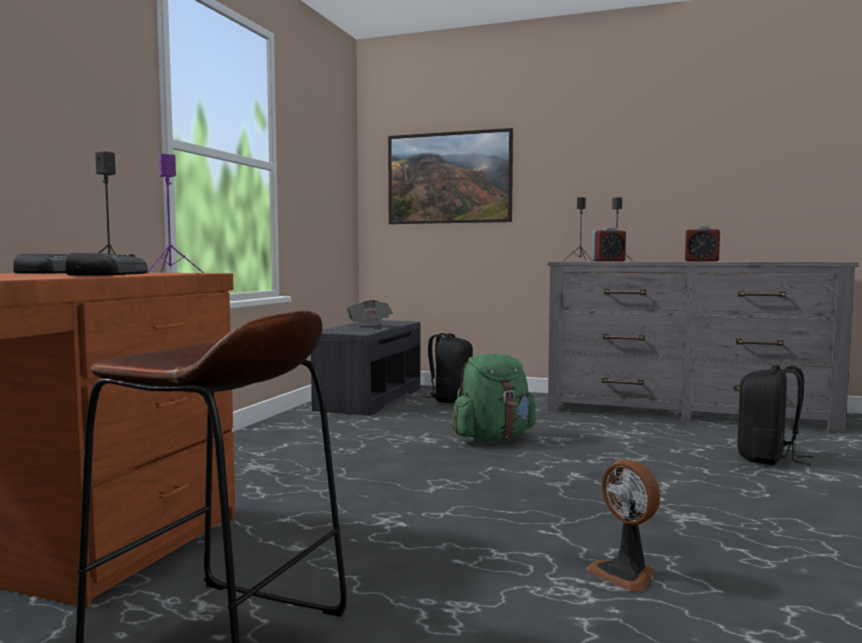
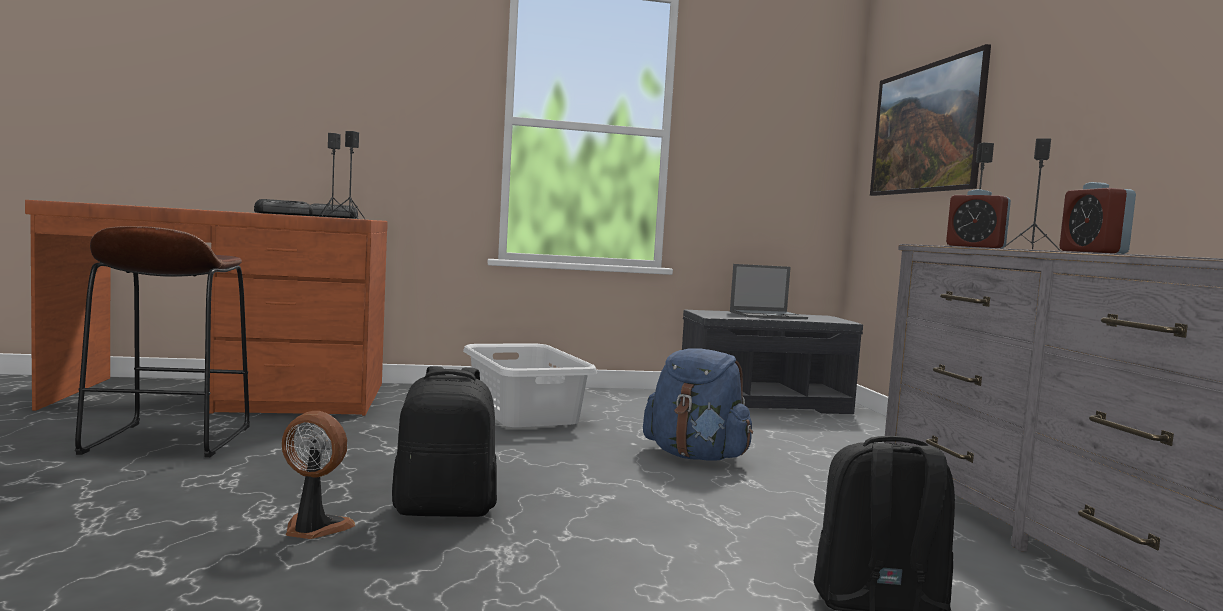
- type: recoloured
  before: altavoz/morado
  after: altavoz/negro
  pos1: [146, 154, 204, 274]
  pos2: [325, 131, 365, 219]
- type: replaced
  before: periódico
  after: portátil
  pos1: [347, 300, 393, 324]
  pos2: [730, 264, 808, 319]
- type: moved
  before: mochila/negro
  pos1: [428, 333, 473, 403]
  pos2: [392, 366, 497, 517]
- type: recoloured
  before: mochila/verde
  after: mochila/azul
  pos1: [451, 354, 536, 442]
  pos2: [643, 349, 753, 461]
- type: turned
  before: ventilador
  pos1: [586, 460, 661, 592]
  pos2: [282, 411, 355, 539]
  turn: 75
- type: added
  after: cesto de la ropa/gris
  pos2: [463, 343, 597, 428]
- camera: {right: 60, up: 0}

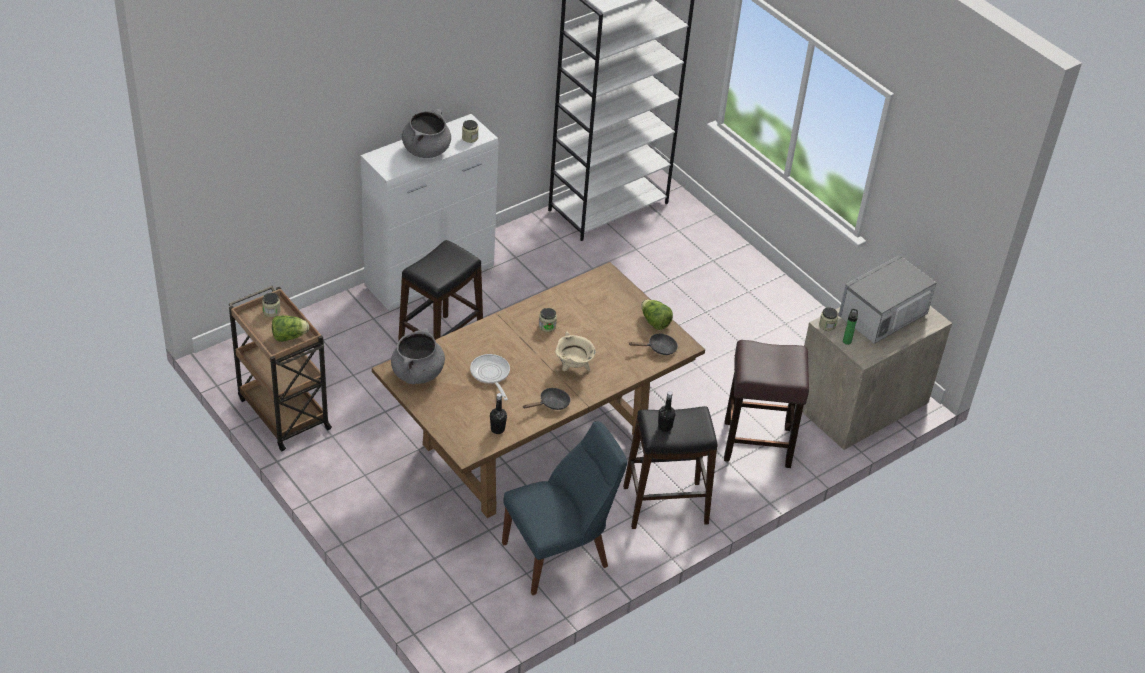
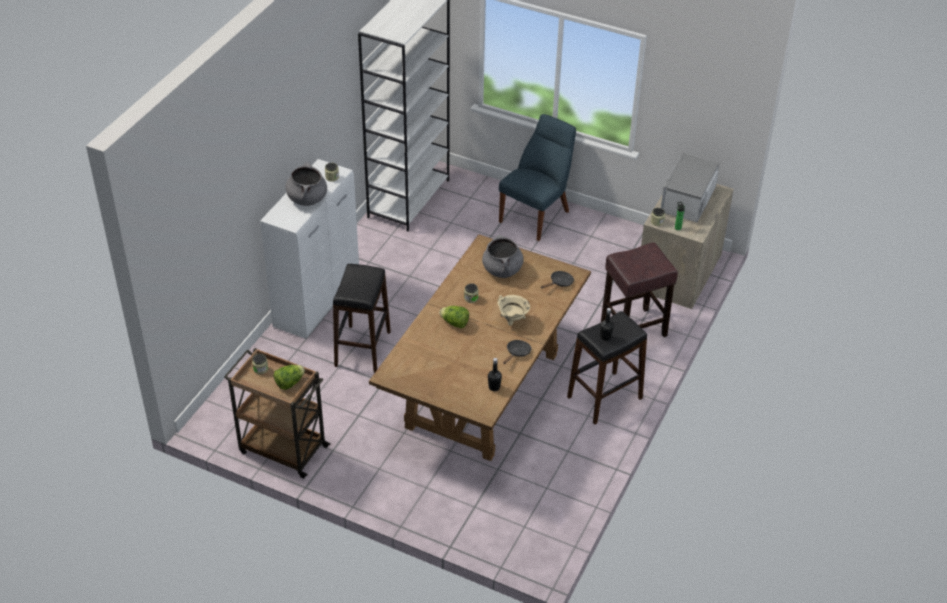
- type: moved
  before: olla/gris
  pos1: [391, 328, 445, 384]
  pos2: [482, 235, 524, 278]
- type: removed
  before: sartén
  pos1: [470, 354, 510, 401]
- type: moved
  before: silla/azul
  pos1: [502, 421, 627, 595]
  pos2: [499, 114, 576, 241]
- type: moved
  before: lechuga
  pos1: [641, 299, 673, 330]
  pos2: [439, 306, 469, 329]
- camera: {right: -25, up: 0}

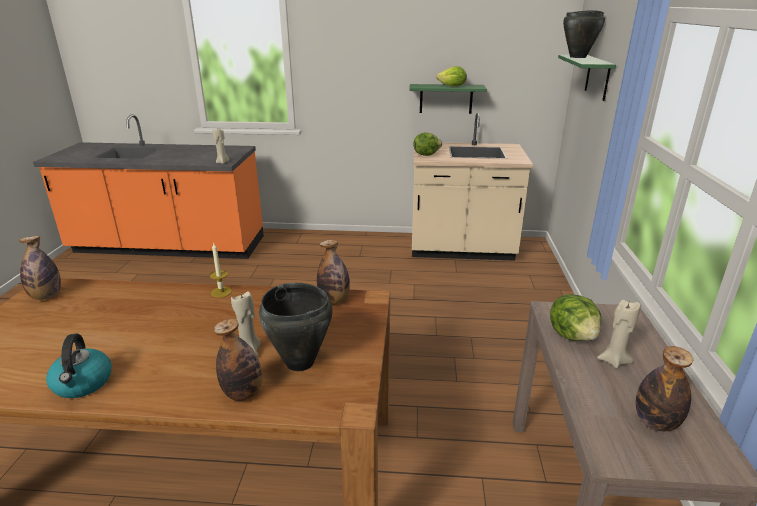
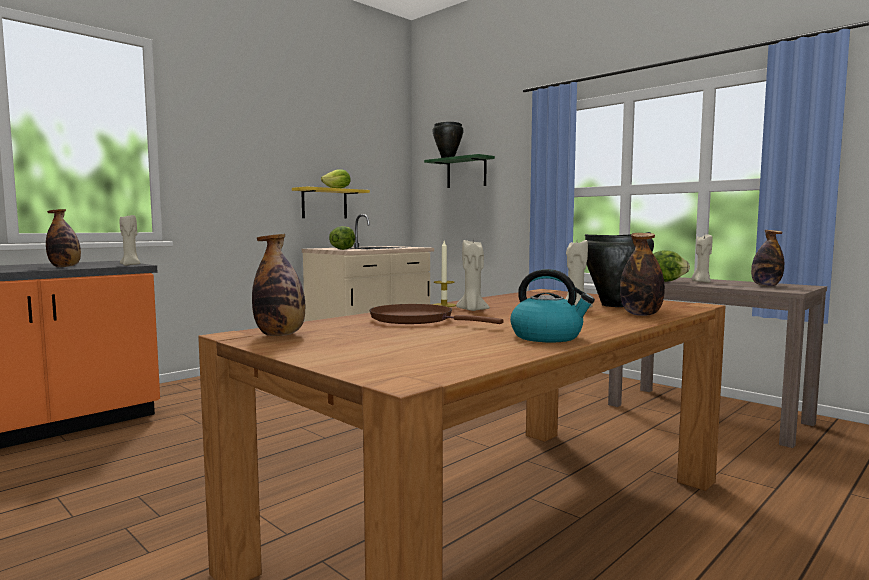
- type: moved
  before: botella
  pos1: [317, 240, 350, 304]
  pos2: [46, 209, 81, 267]
- type: recoloured
  before: estante/verde
  after: estante/amarillo
  pos1: [409, 84, 487, 114]
  pos2: [292, 187, 370, 219]
- type: added
  after: sartén/marrón
  pos2: [369, 304, 503, 324]
- type: added
  after: vela/beis
  pos2: [456, 240, 490, 311]
- camera: {right: -50, up: -20}

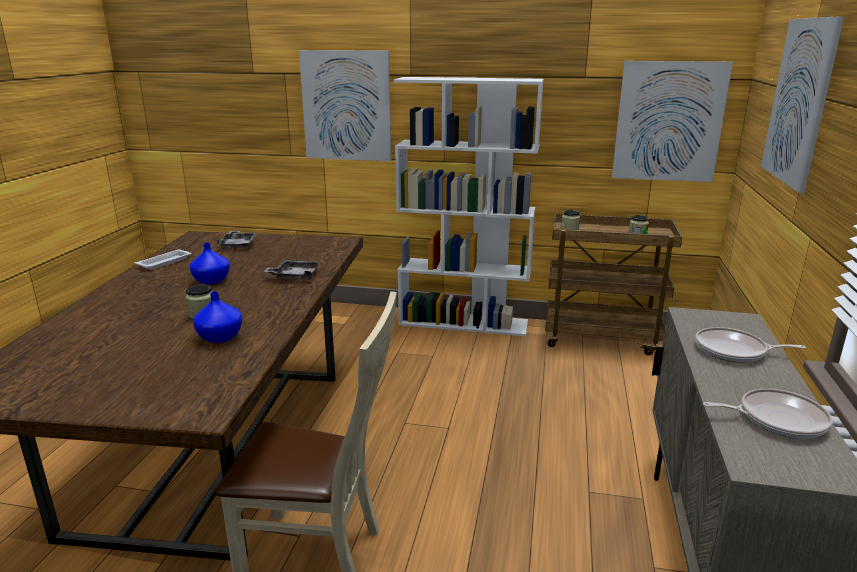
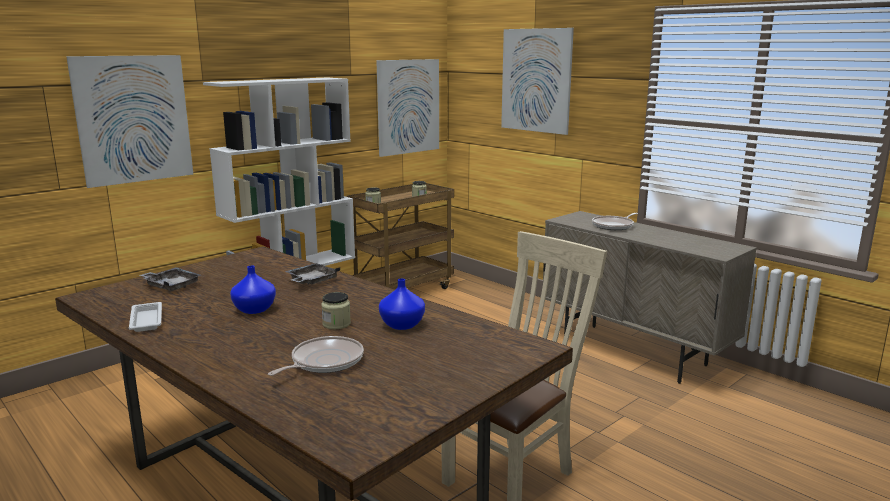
- type: moved
  before: sartén
  pos1: [703, 388, 833, 438]
  pos2: [268, 336, 364, 376]
- camera: {right: -55, up: -5}

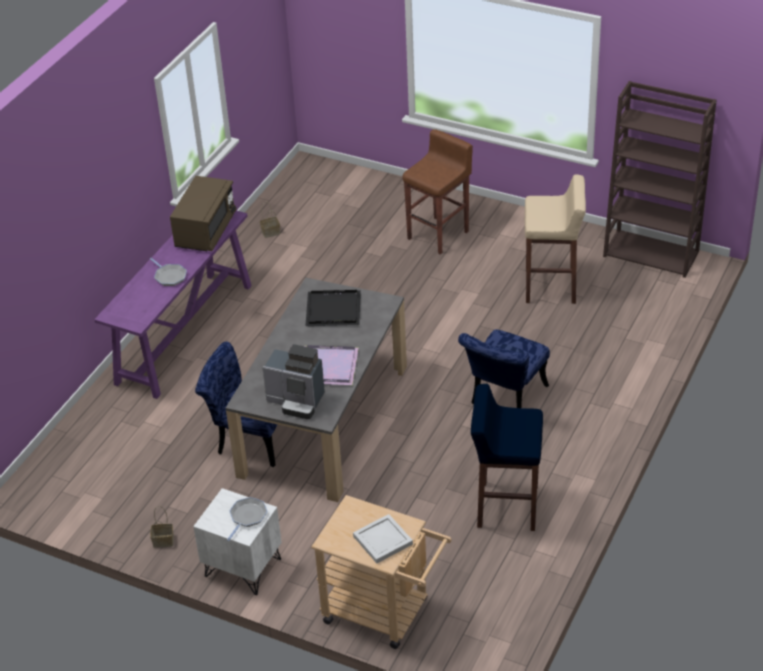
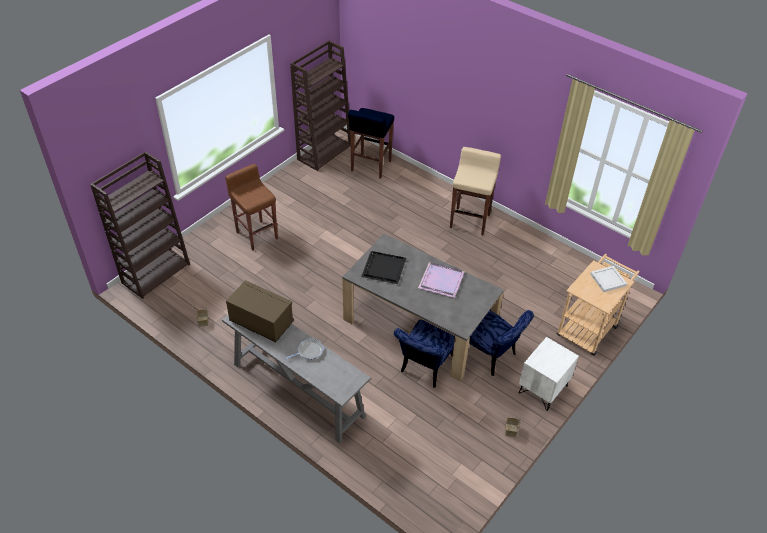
- type: recoloured
  before: mesa consola/morado
  after: mesa consola/gris
  pos1: [94, 210, 252, 399]
  pos2: [222, 315, 371, 443]
- type: removed
  before: sartén
  pos1: [227, 497, 268, 541]
- type: removed
  before: cafetera
  pos1: [262, 344, 325, 419]
- type: moved
  before: silla/azul
  pos1: [458, 329, 550, 408]
  pos2: [469, 310, 534, 376]
- type: moved
  before: taburete/azul
  pos1: [471, 384, 543, 531]
  pos2: [348, 108, 394, 179]
- type: moved
  before: taburete/beis
  pos1: [525, 174, 586, 304]
  pos2: [450, 147, 501, 235]
- type: added
  after: estantería/marrón
  pos2: [90, 151, 190, 299]
- camera: {right: -80, up: 5}

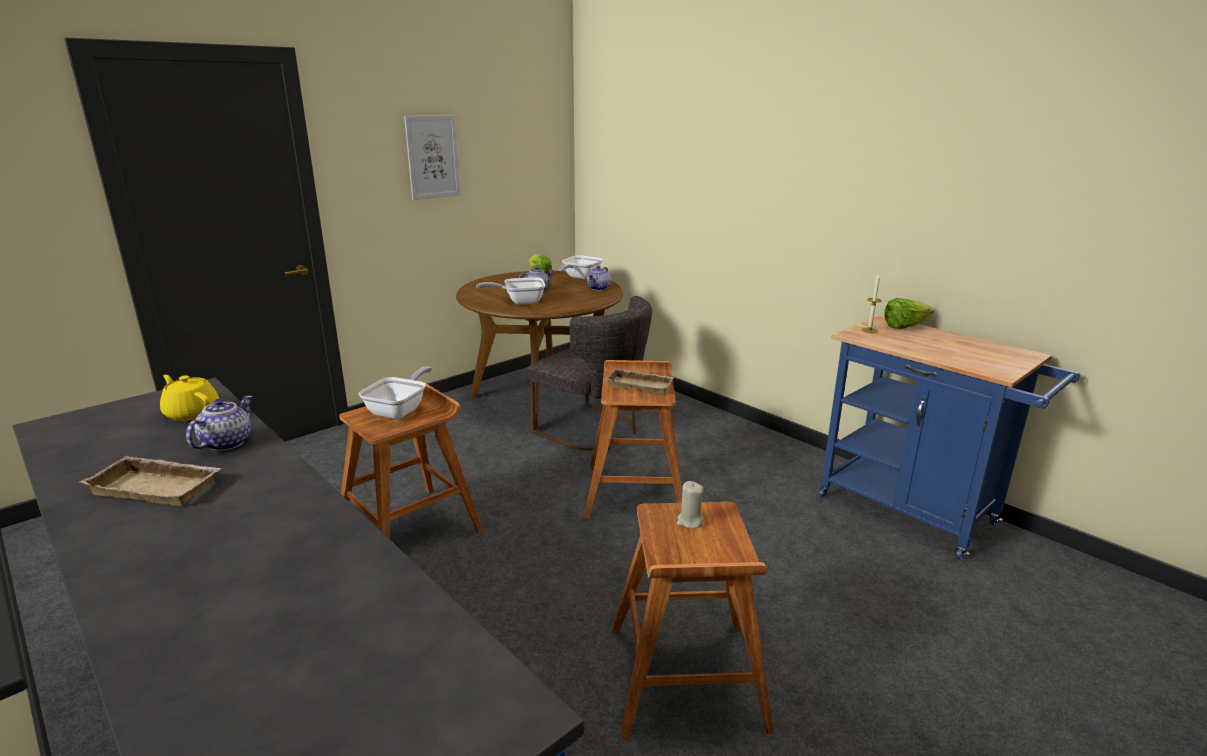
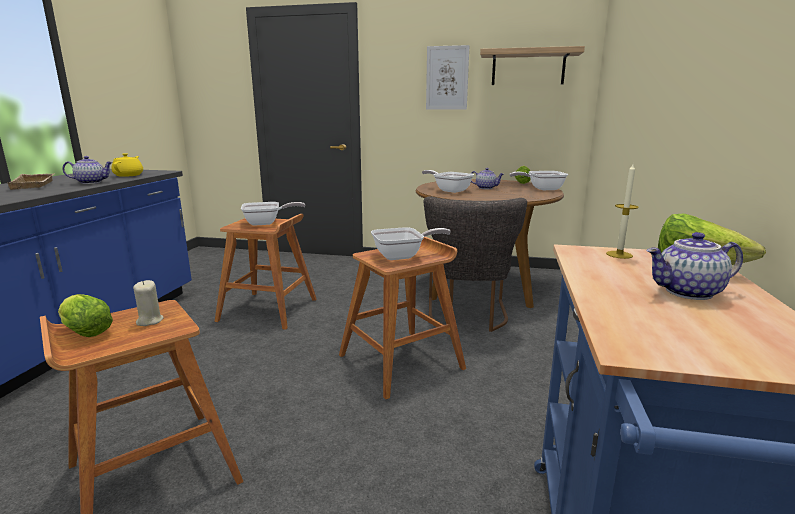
- type: moved
  before: tetera
  pos1: [587, 266, 611, 291]
  pos2: [646, 232, 743, 300]
- type: replaced
  before: bandeja/beis
  after: sartén
  pos1: [605, 368, 674, 395]
  pos2: [371, 227, 451, 260]
- type: added
  after: lechuga
  pos2: [58, 294, 113, 337]
- type: added
  after: estante
  pos2: [480, 46, 585, 85]
- camera: {right: 55, up: -5}

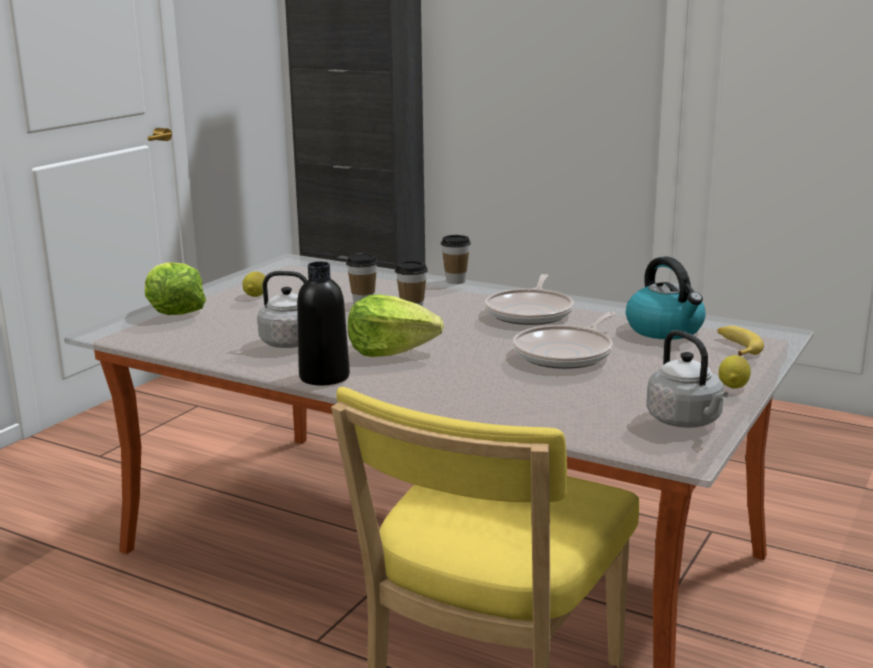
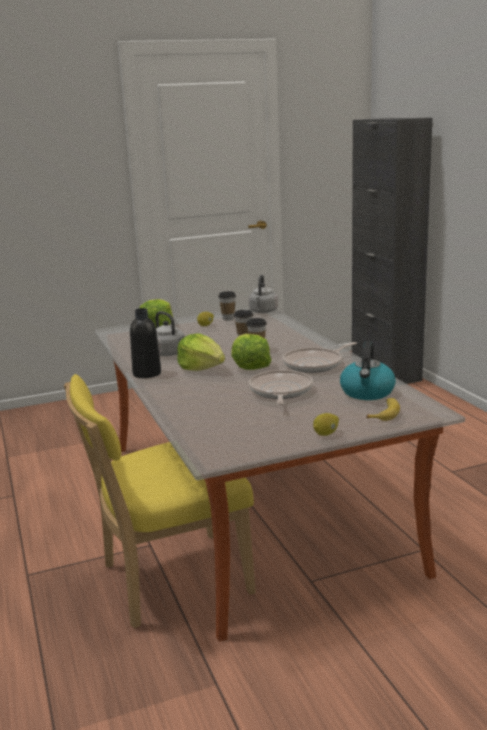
- type: moved
  before: taza
  pos1: [441, 235, 471, 284]
  pos2: [218, 291, 236, 321]
- type: turned
  before: sartén
  pos1: [513, 312, 616, 369]
  pos2: [249, 370, 313, 404]
  turn: 105
- type: moved
  before: hervidor/gris
  pos1: [646, 330, 728, 428]
  pos2: [249, 275, 278, 313]
- type: added
  after: lechuga
  pos2: [231, 334, 271, 370]
- camera: {right: 40, up: 0}

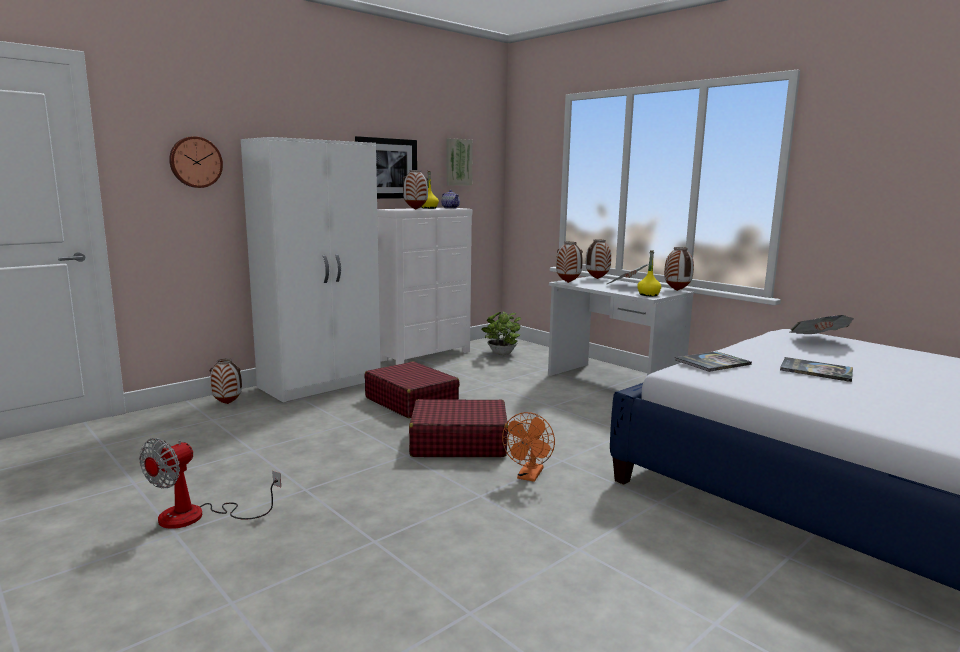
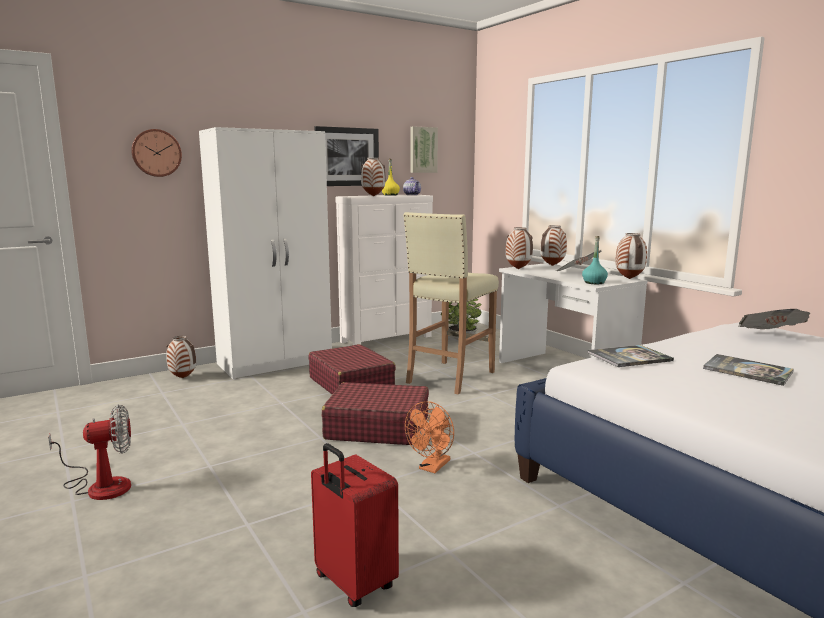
- type: turned
  before: ventilador
  pos1: [139, 438, 281, 529]
  pos2: [48, 405, 131, 500]
  turn: -150
- type: recoloured
  before: botella/amarillo
  after: botella/turquesa
  pos1: [637, 250, 661, 296]
  pos2: [582, 236, 608, 284]
- type: added
  after: maleta/rojo
  pos2: [311, 443, 399, 607]
- type: added
  after: taburete/beis
  pos2: [403, 212, 499, 395]
- camera: {right: 10, up: 0}

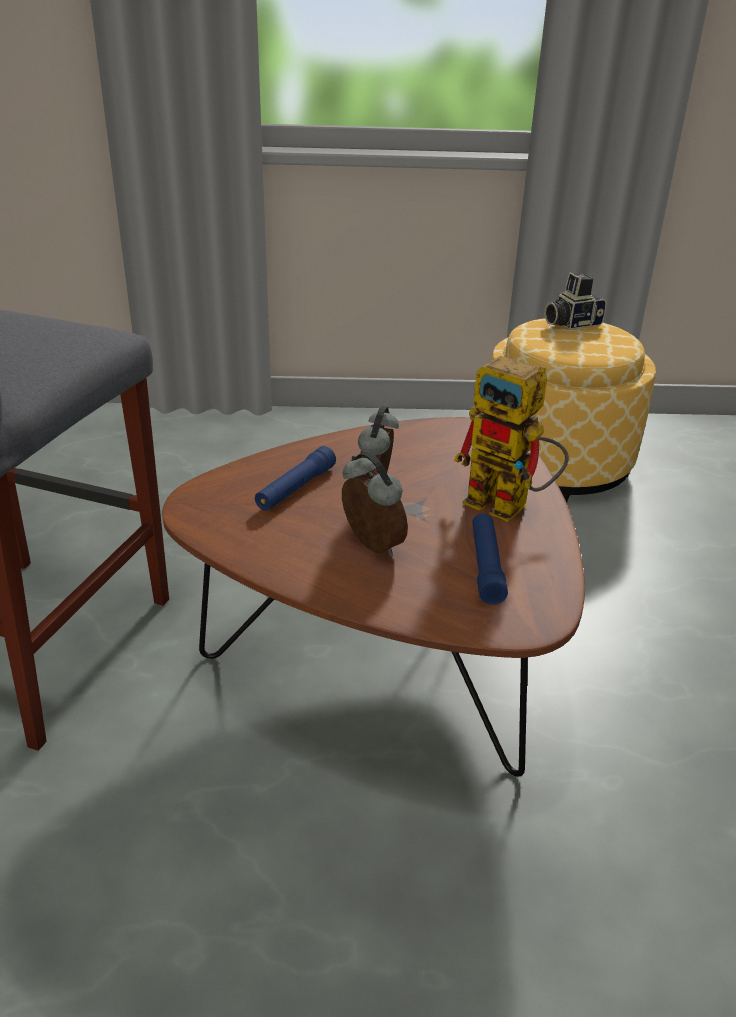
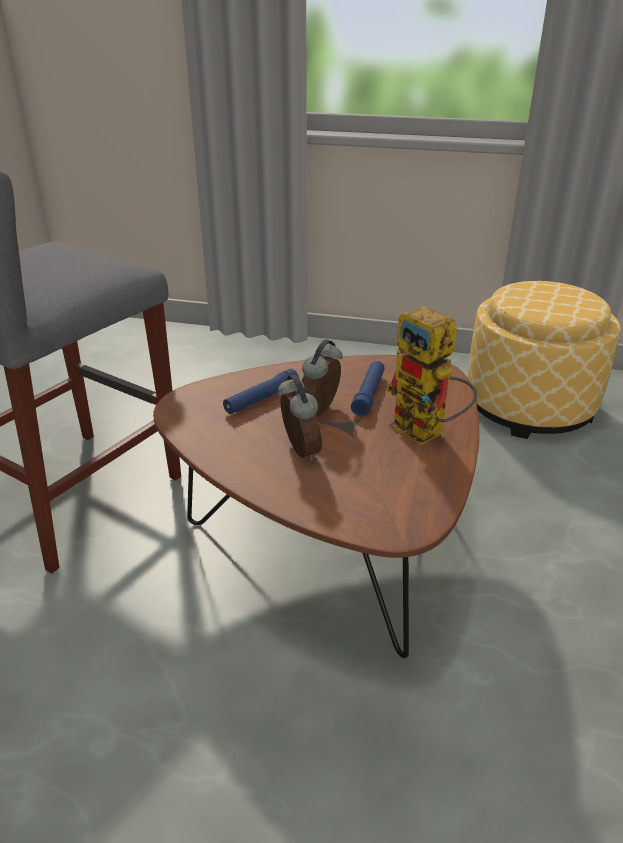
- type: moved
  before: linterna/azul
  pos1: [472, 513, 508, 605]
  pos2: [351, 361, 385, 416]
- type: removed
  before: cámara
  pos1: [544, 272, 606, 330]
- camera: {right: 15, up: 0}

